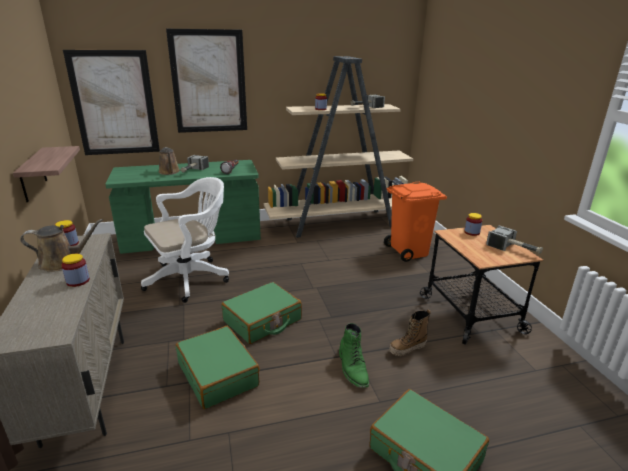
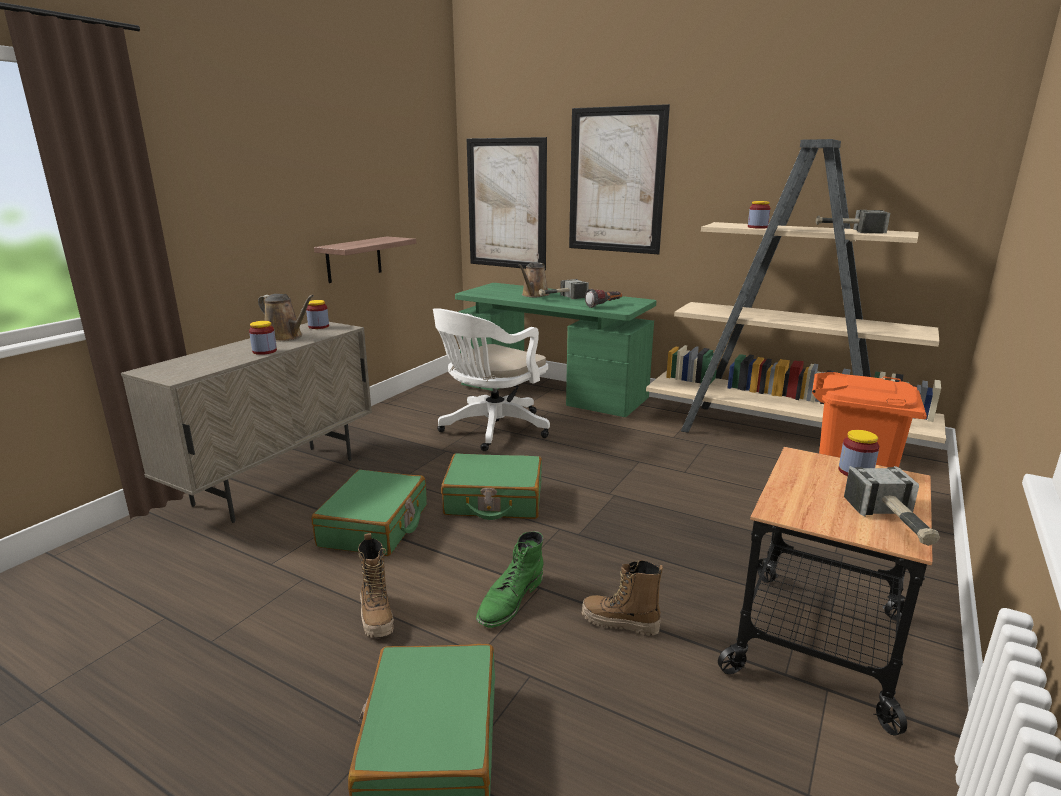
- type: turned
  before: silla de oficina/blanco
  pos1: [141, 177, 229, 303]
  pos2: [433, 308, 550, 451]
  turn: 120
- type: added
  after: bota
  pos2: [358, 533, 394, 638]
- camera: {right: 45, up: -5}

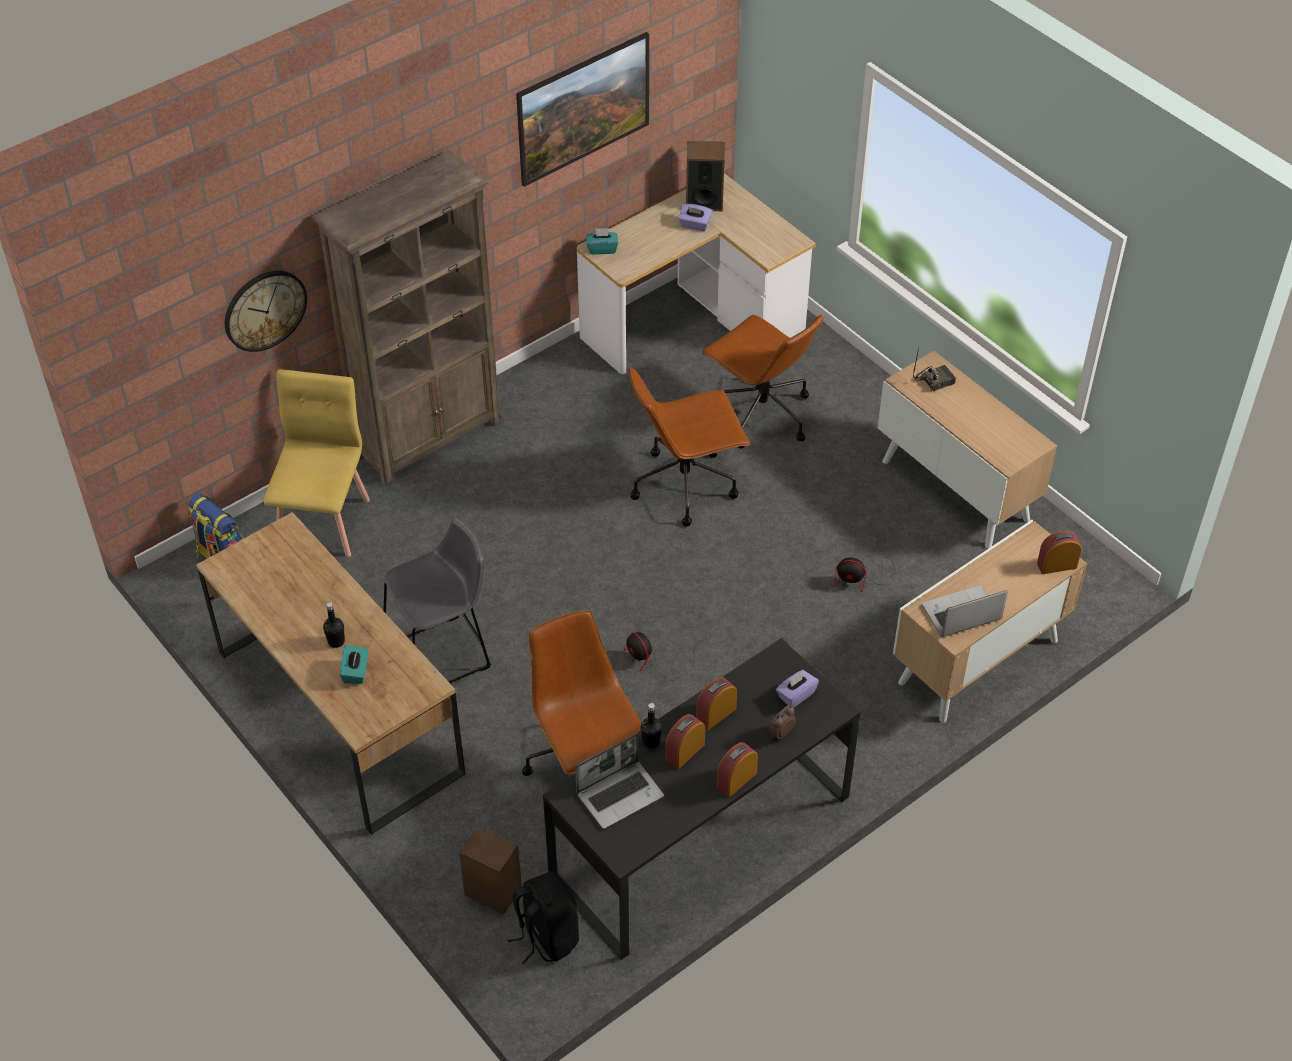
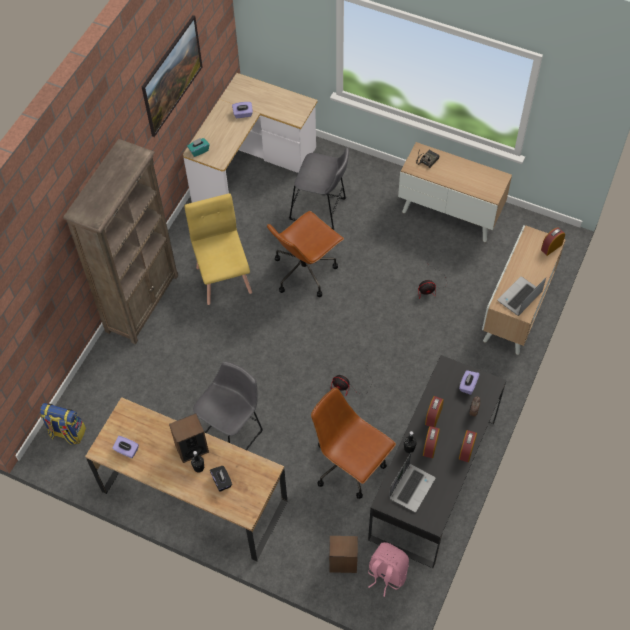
- type: removed
  before: reloj de pared
  pos1: [225, 271, 307, 352]
- type: moved
  before: silla/amarillo
  pos1: [264, 369, 370, 557]
  pos2: [184, 193, 252, 305]
- type: recoloured
  before: caja de pañuelos/turquesa
  after: caja de pañuelos/negro
  pos1: [340, 645, 368, 684]
  pos2: [210, 466, 232, 492]
- type: recoloured
  before: mochila/negro
  after: mochila/rosa
  pos1: [508, 871, 579, 965]
  pos2: [368, 542, 409, 597]
- type: moved
  before: altavoz
  pos1: [686, 141, 725, 211]
  pos2: [169, 413, 209, 463]
- type: replaced
  before: silla de oficina/marrón
  after: taburete/gris
  pos1: [701, 315, 824, 448]
  pos2: [289, 148, 349, 230]
- type: added
  after: caja de pañuelos/morado
  pos2: [112, 436, 139, 458]
- camera: {right: -25, up: 10}

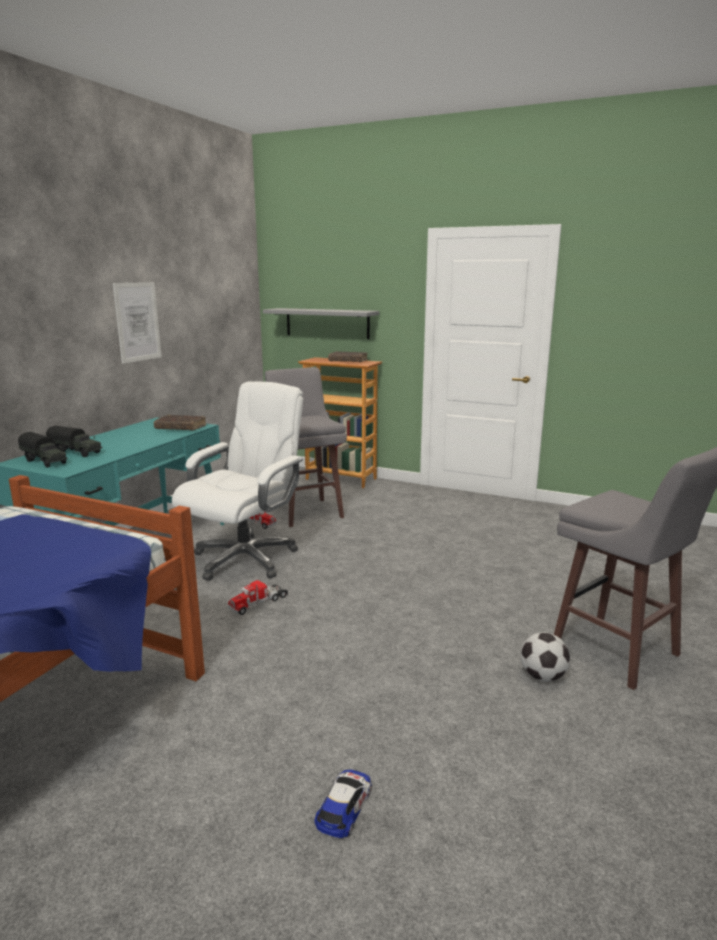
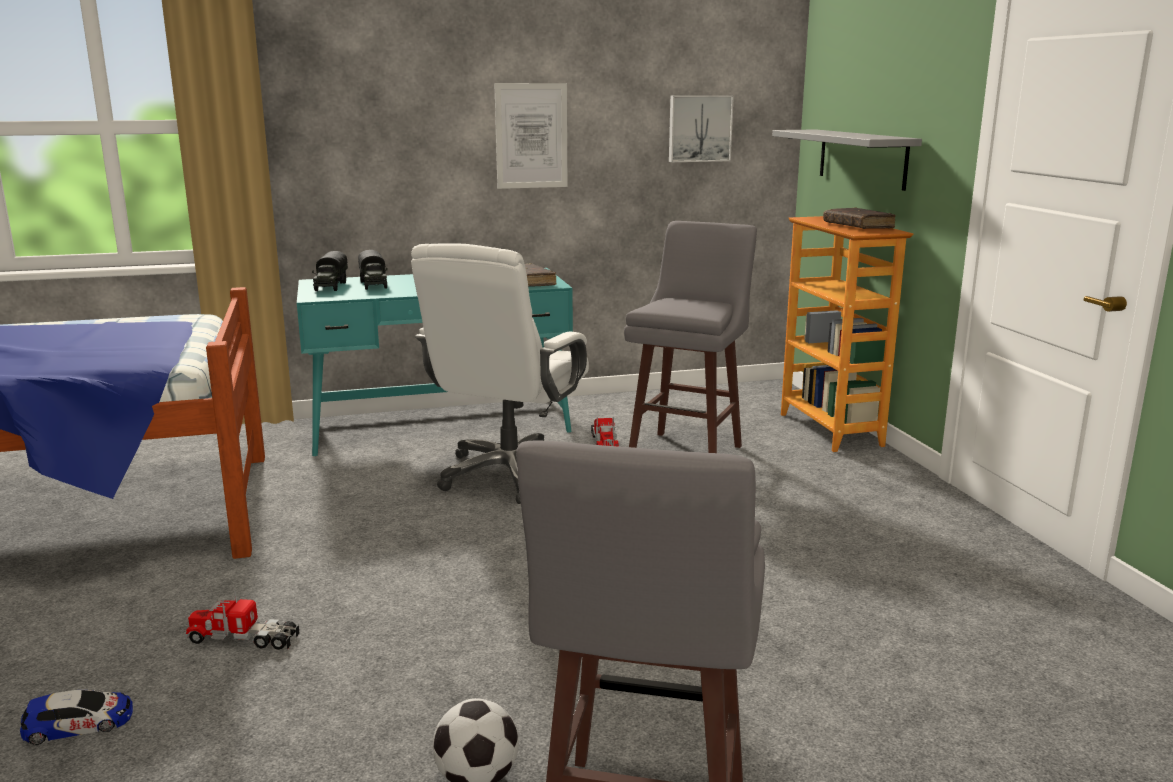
- type: turned
  before: silla de oficina/blanco
  pos1: [172, 382, 303, 581]
  pos2: [411, 244, 589, 504]
  turn: 120
- type: moved
  before: camión de juguete
  pos1: [228, 579, 288, 615]
  pos2: [185, 591, 299, 650]
- type: added
  after: cuadro
  pos2: [669, 95, 734, 162]
- camera: {right: 50, up: 0}

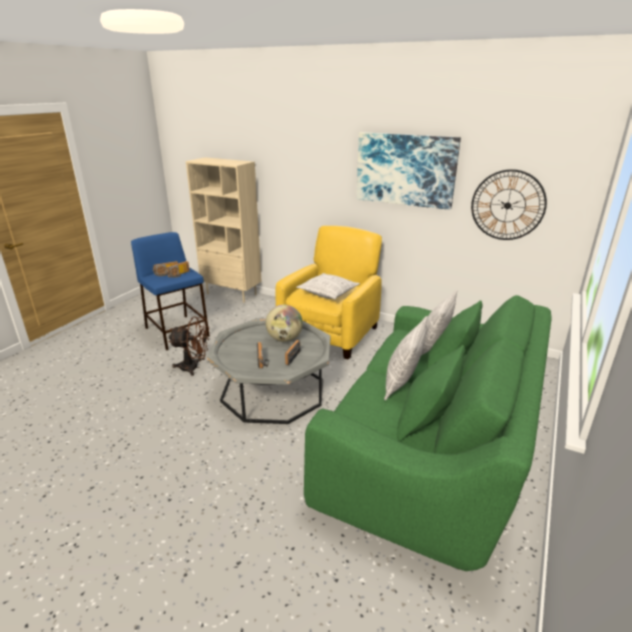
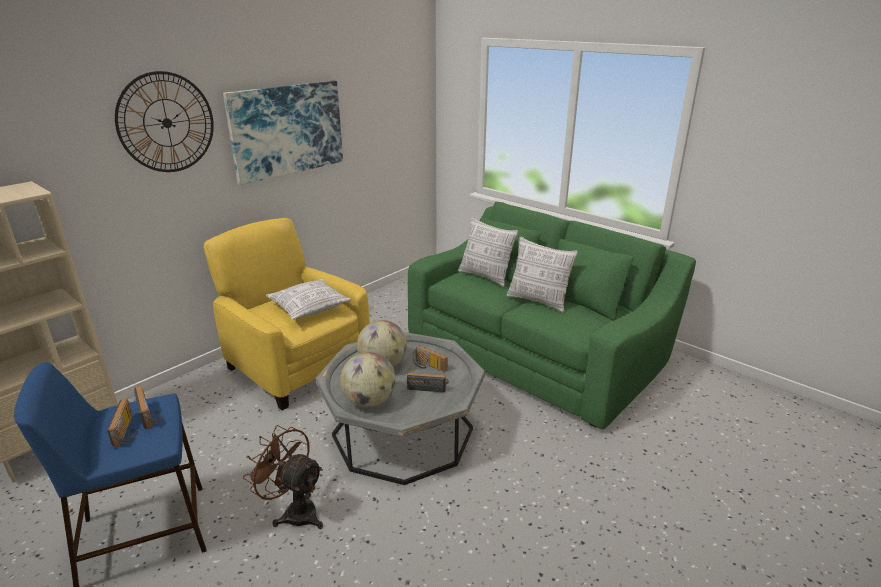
- type: turned
  before: ventilador/marrón
  pos1: [168, 316, 209, 376]
  pos2: [243, 425, 323, 529]
  turn: -75
- type: moved
  before: reloj de pared
  pos1: [471, 169, 547, 240]
  pos2: [115, 71, 214, 172]
- type: added
  after: globo terráqueo
  pos2: [340, 352, 396, 407]
- camera: {right: -75, up: 0}

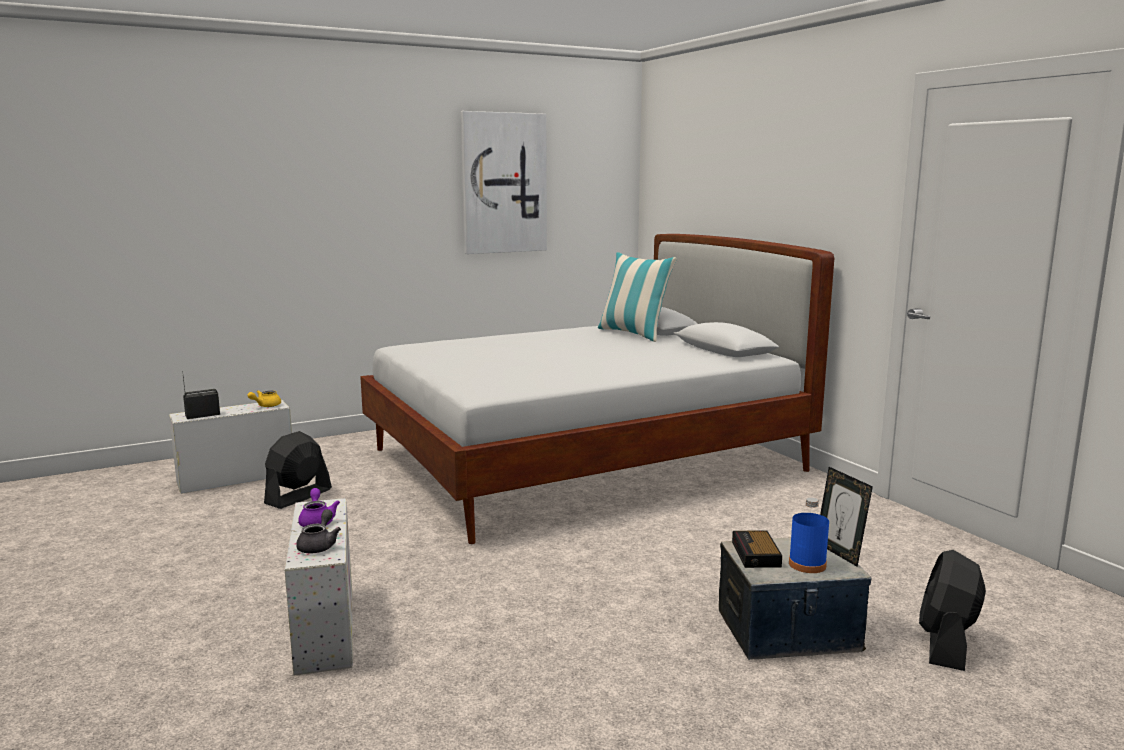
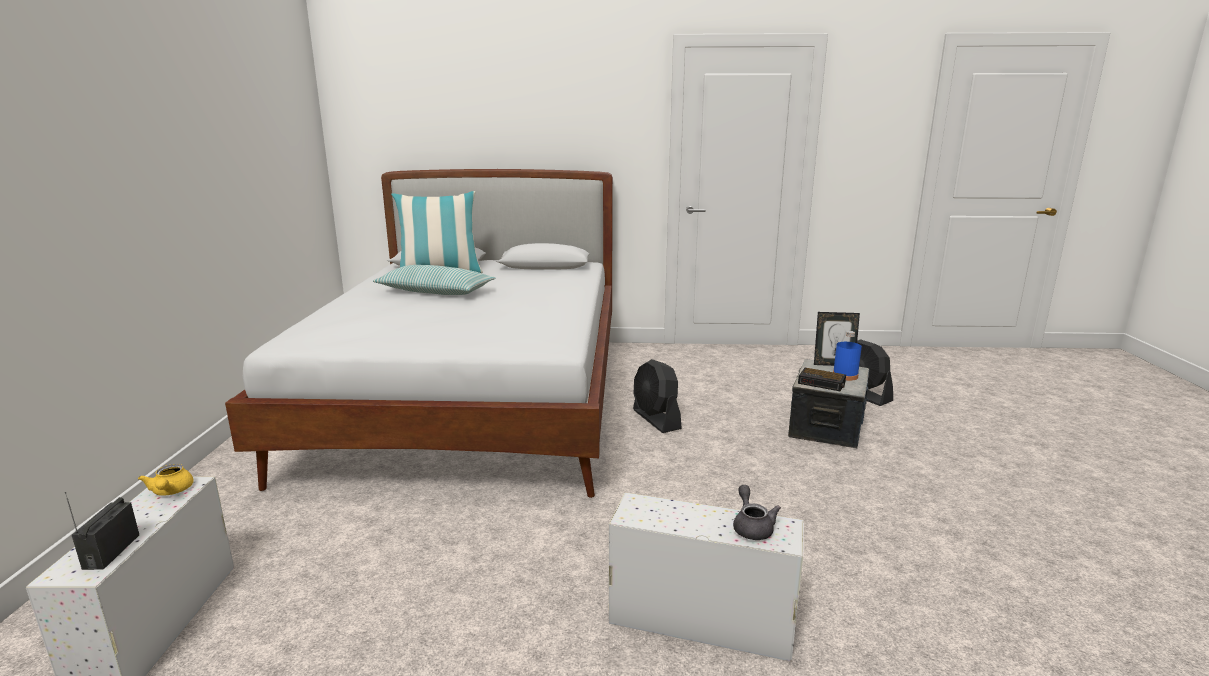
- type: moved
  before: ventilador/negro
  pos1: [264, 431, 332, 509]
  pos2: [633, 359, 681, 433]
- type: turned
  before: tetera/gris
  pos1: [296, 509, 341, 553]
  pos2: [733, 485, 781, 540]
  turn: 45
- type: removed
  before: tetera/morado
  pos1: [298, 488, 340, 527]
- type: removed
  before: cuadro
  pos1: [461, 111, 547, 254]
- type: added
  after: cojín
  pos2: [373, 265, 495, 295]
- camera: {right: -60, up: 5}

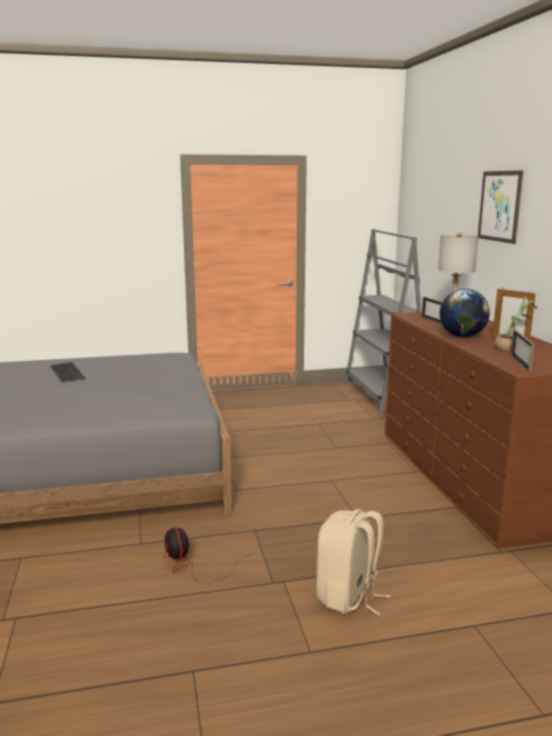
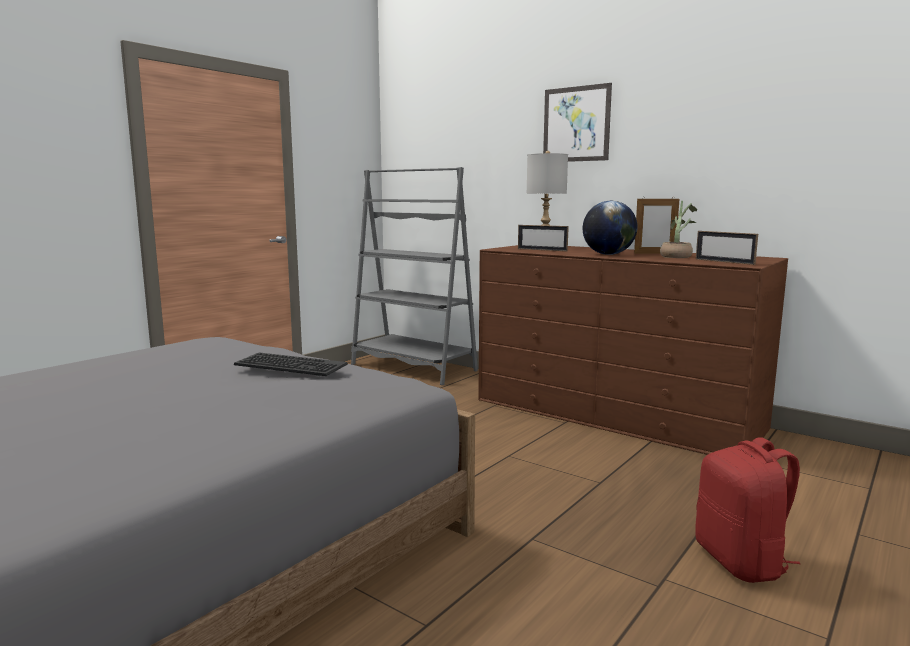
- type: moved
  before: teclado
  pos1: [50, 362, 85, 382]
  pos2: [234, 353, 348, 376]
- type: removed
  before: ventilador
  pos1: [164, 527, 253, 584]
- type: recoloured
  before: mochila/beis
  after: mochila/rojo
  pos1: [316, 509, 390, 615]
  pos2: [695, 437, 801, 583]
- camera: {right: -40, up: -5}

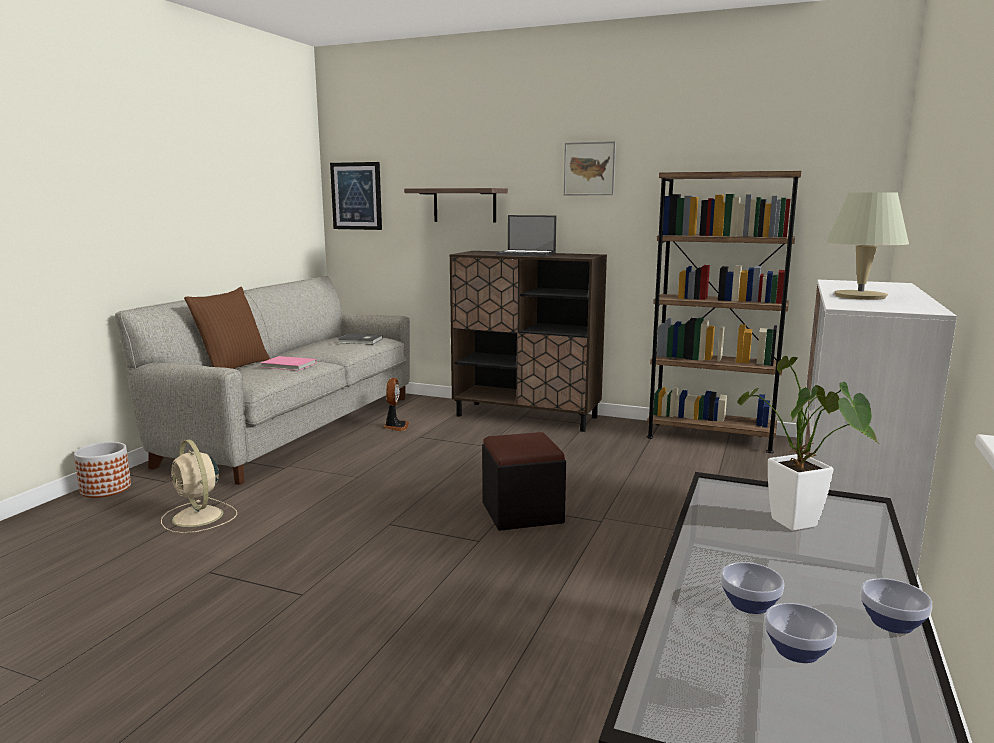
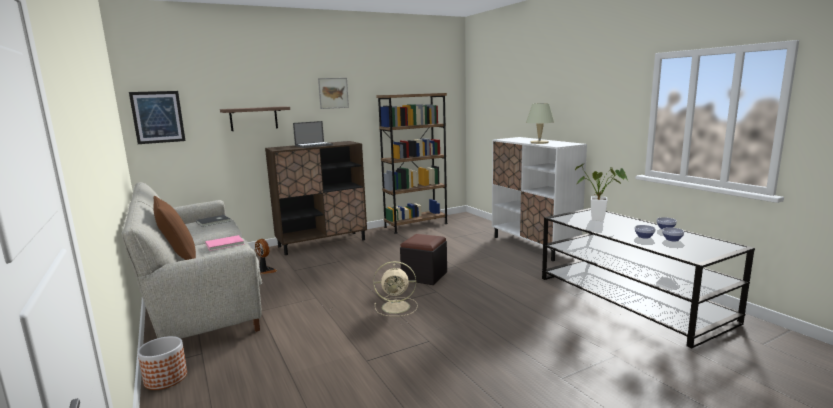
- type: moved
  before: ventilador/beis
  pos1: [161, 440, 237, 533]
  pos2: [373, 261, 418, 316]
- camera: {right: -50, up: 0}

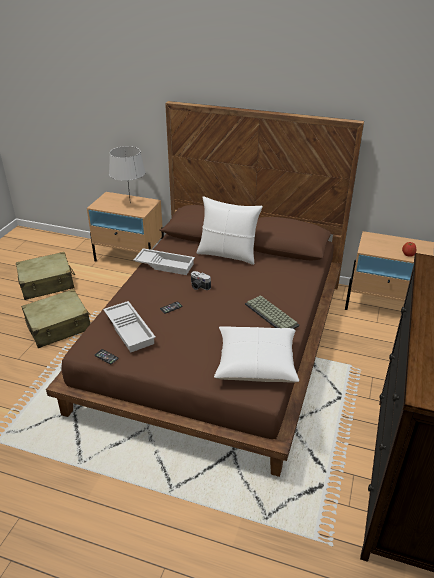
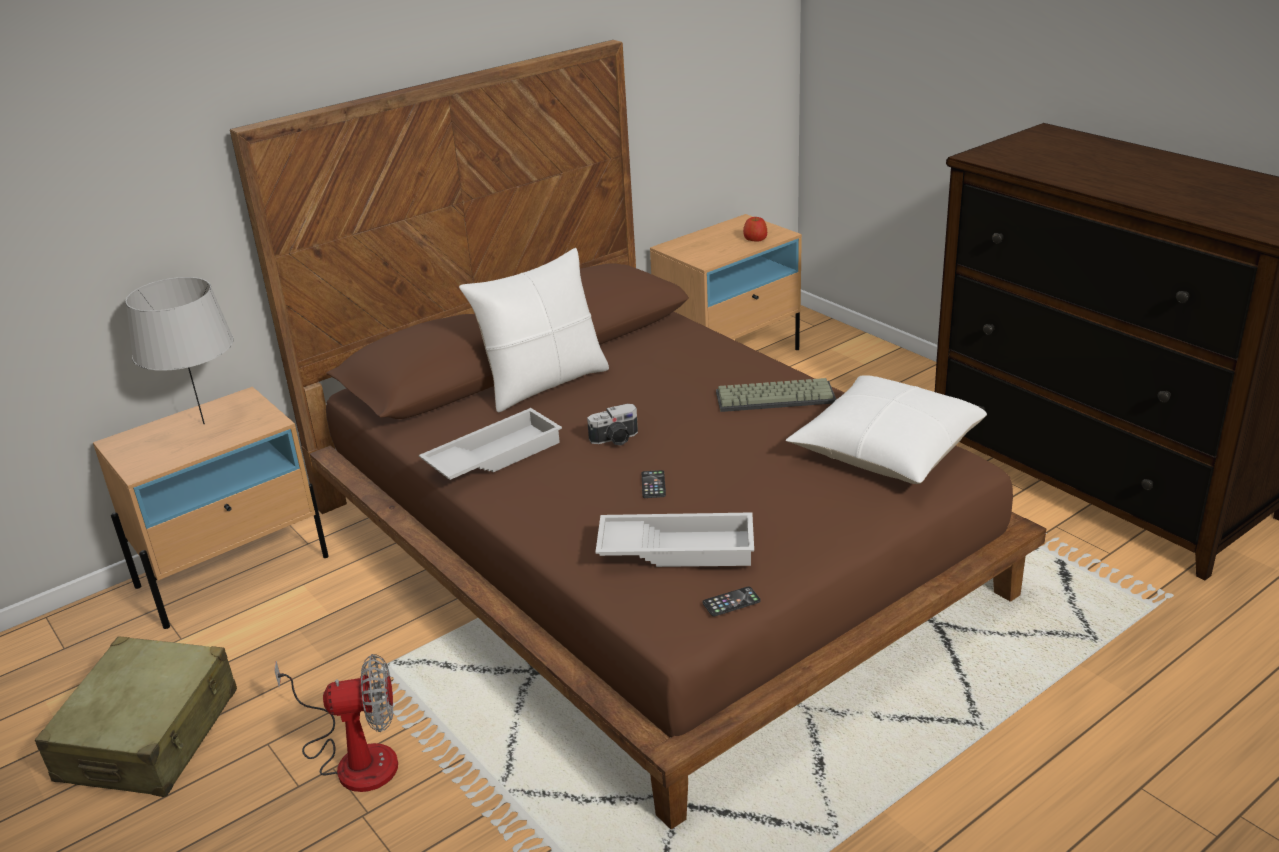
- type: replaced
  before: maleta/beis
  after: ventilador
  pos1: [21, 289, 90, 348]
  pos2: [274, 654, 398, 792]
- camera: {right: -55, up: -5}

